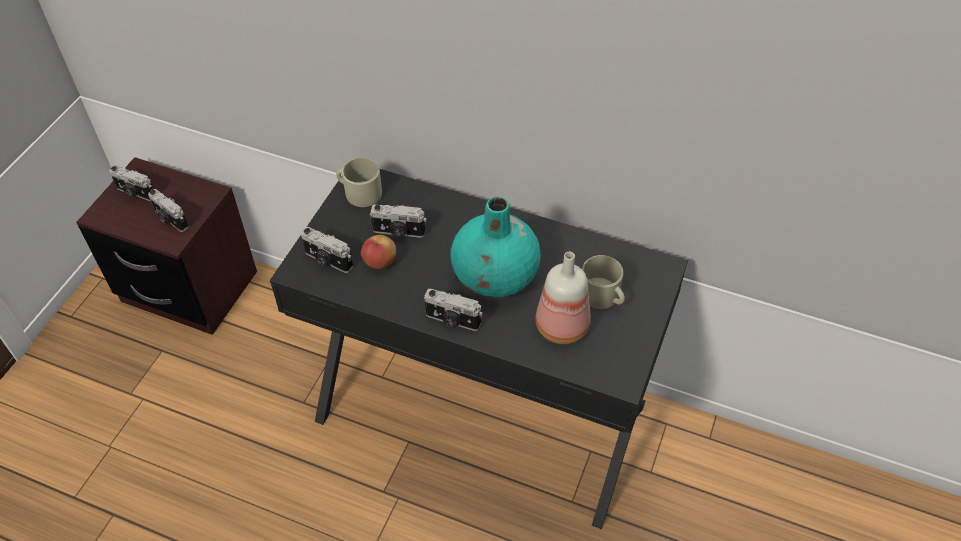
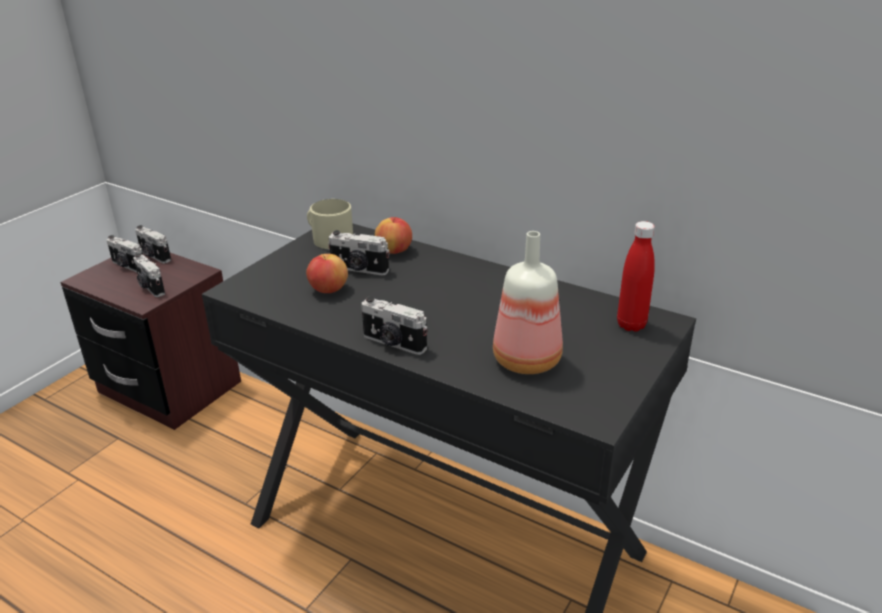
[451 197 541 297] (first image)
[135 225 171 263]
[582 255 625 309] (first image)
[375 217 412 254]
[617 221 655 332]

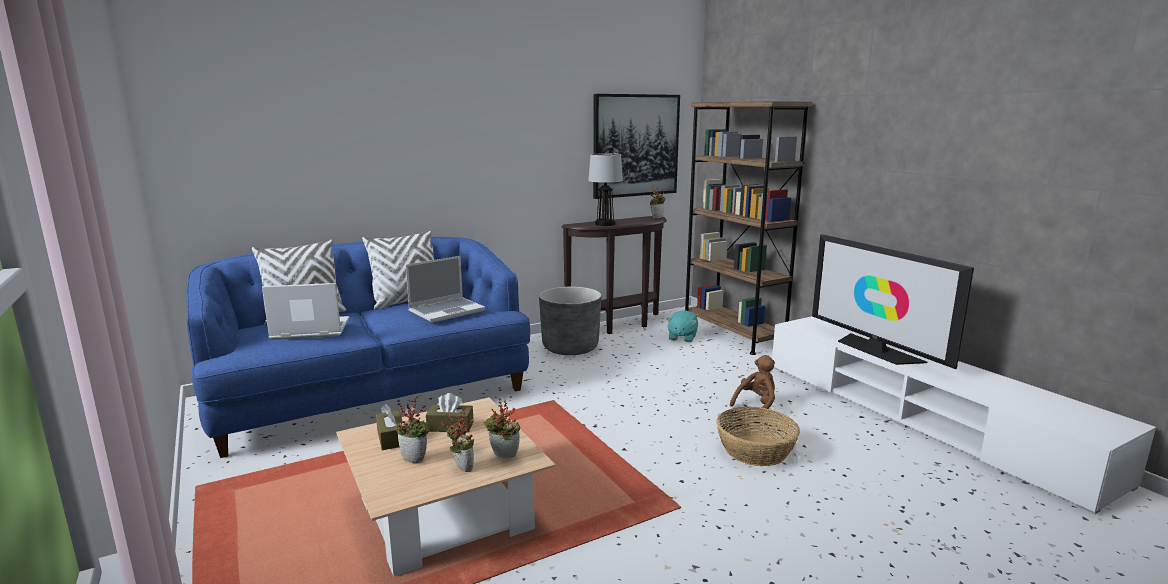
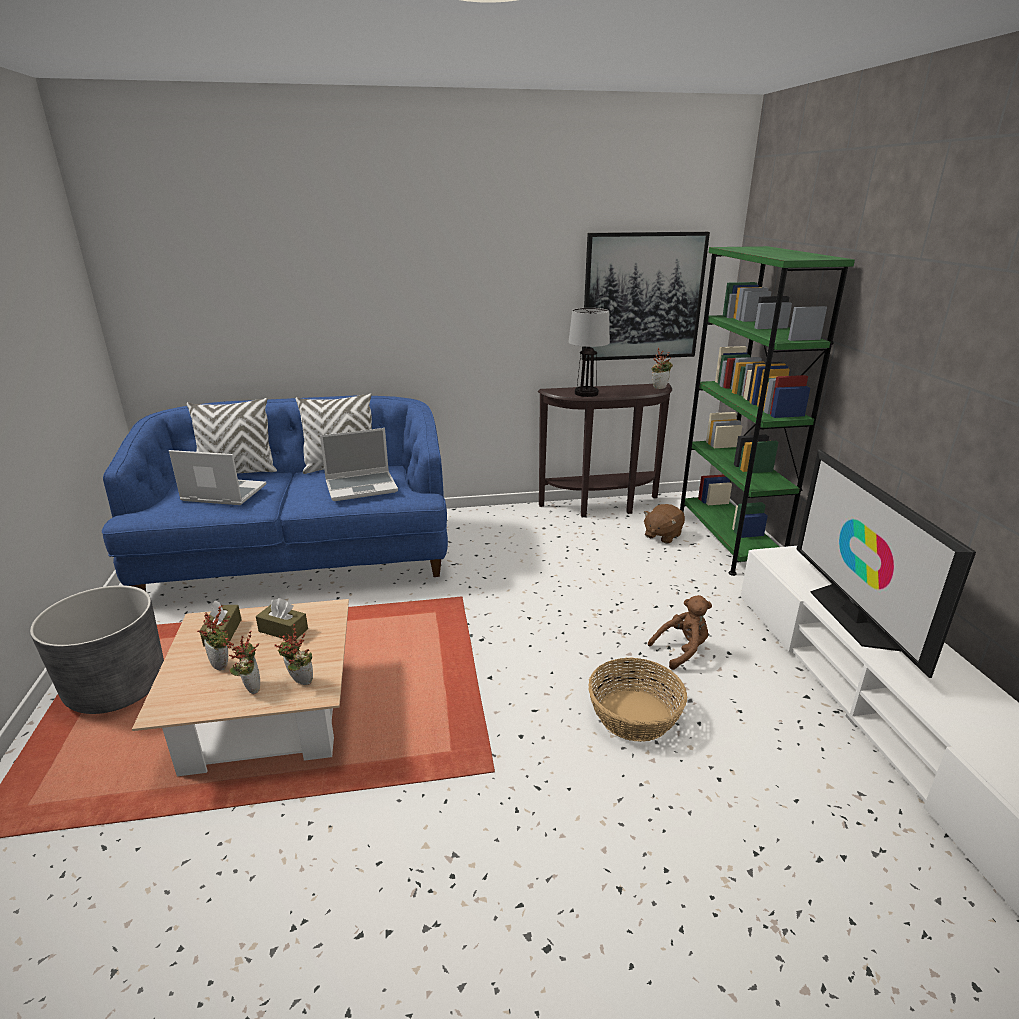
[680 246 855 576]
[30 585 164 714]
[643 504 685 544]

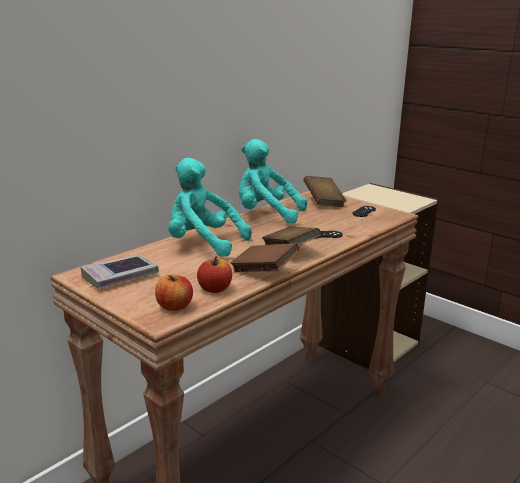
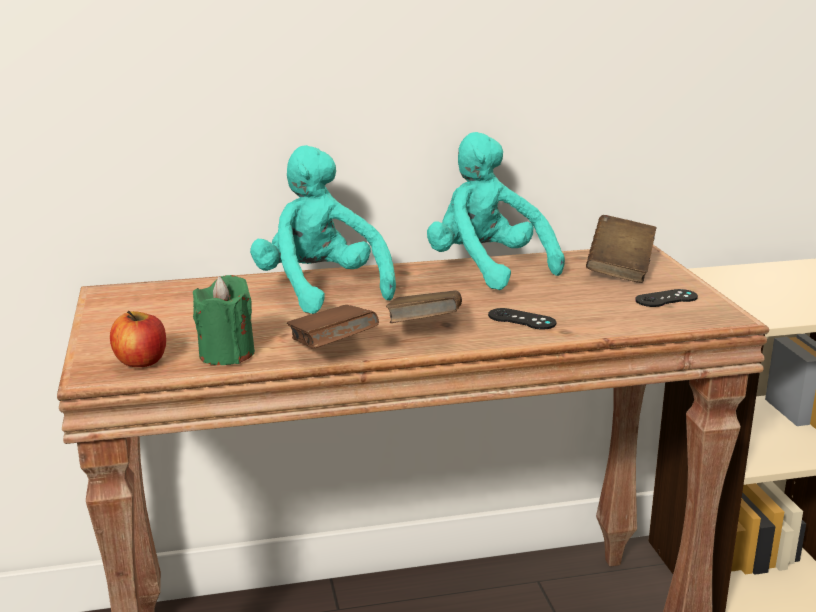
[80 254 159 289] (first image)
[193 275 255 365]

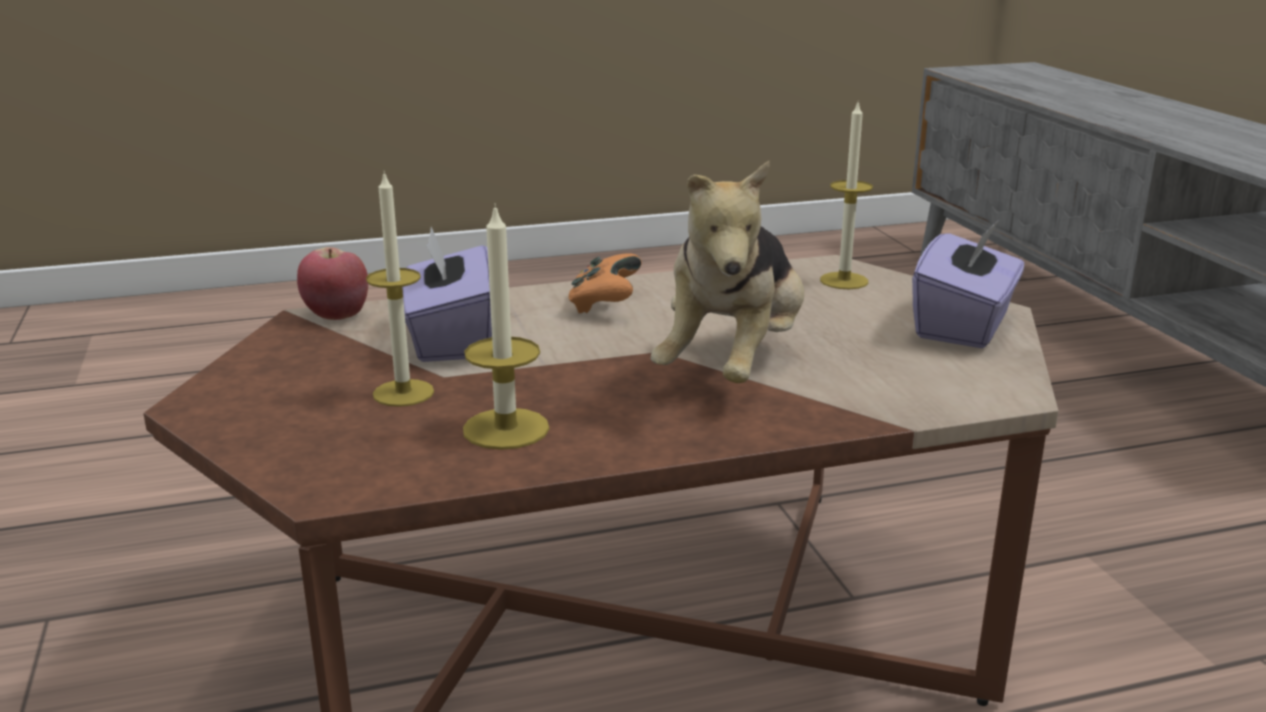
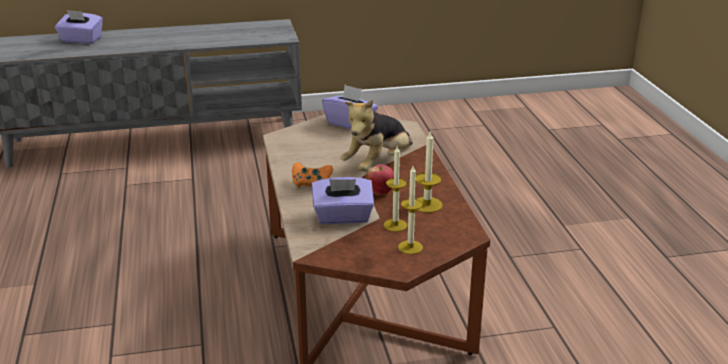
[398 166 423 254]
[340 99 413 171]
[367 164 394 196]
[55 10 103 44]

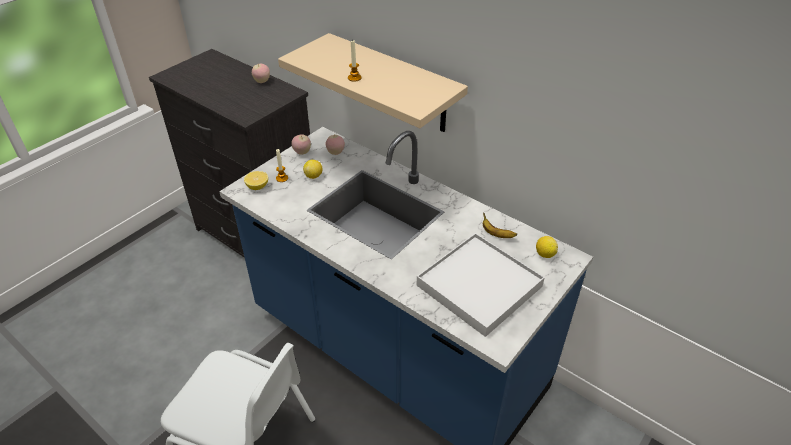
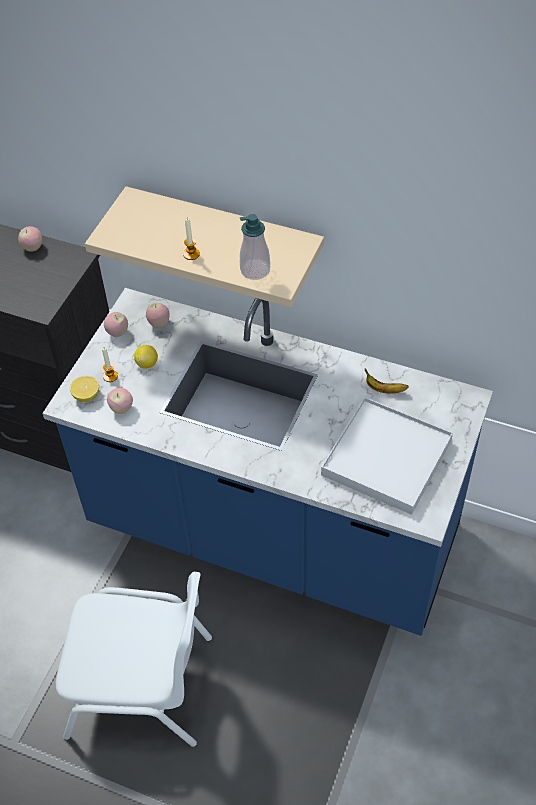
[536 236 558 258] (first image)
[240 214 270 280]
[107 388 133 414]

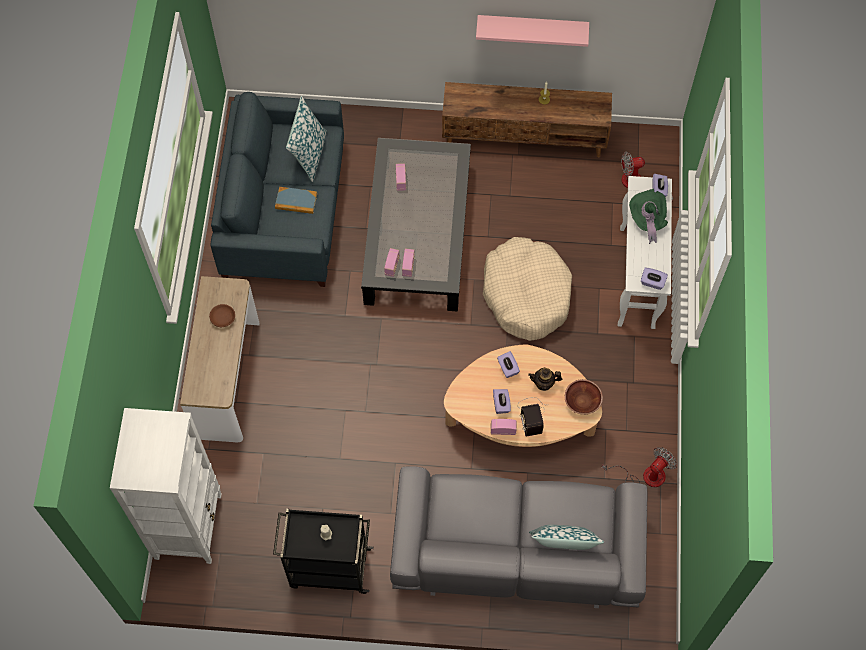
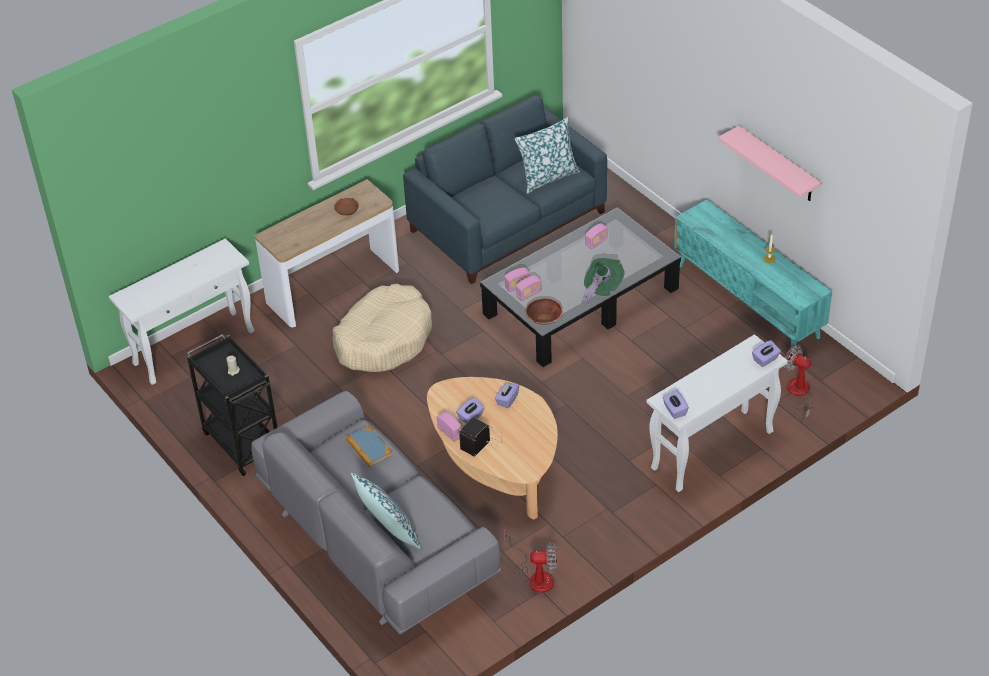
[674 200 832 351]
[346 426 392 467]
[582 258 625 305]
[333 284 432 372]
[528 368 562 391] (first image)
[525 298 563 324]
[109 238 254 385]

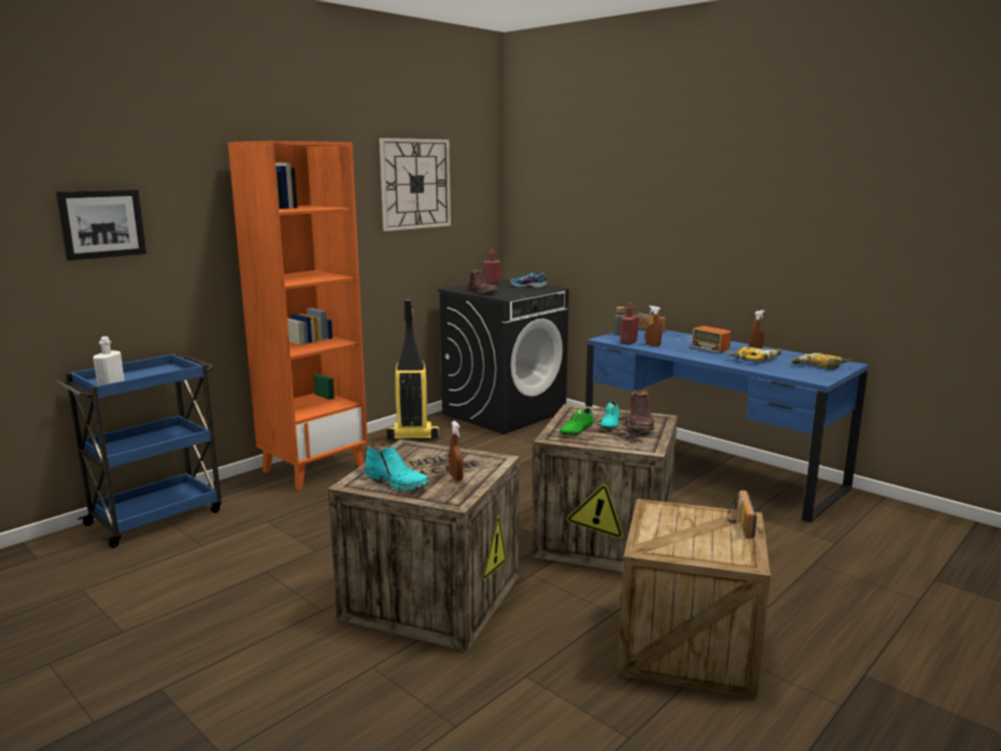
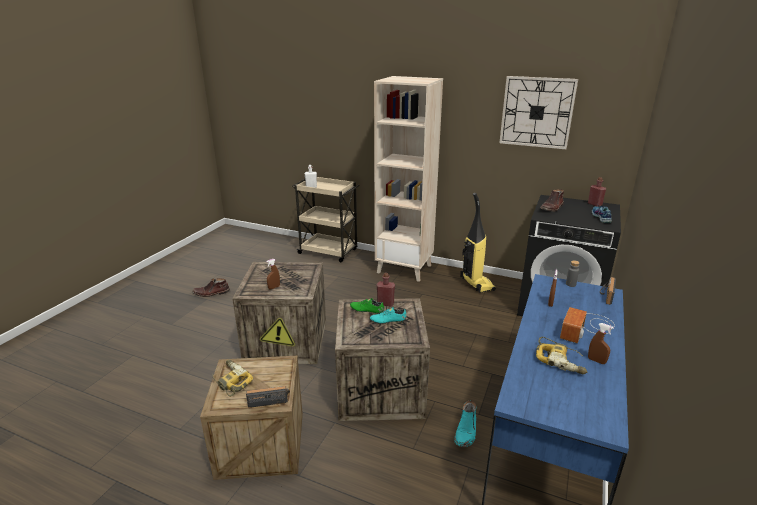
[374 76 443 282]
[56 189 146 261] (first image)
[377 273 395 307]
[292 177 360 262]
[212 360 253 397]
[192 278 230 297]
[454 400 476 447]

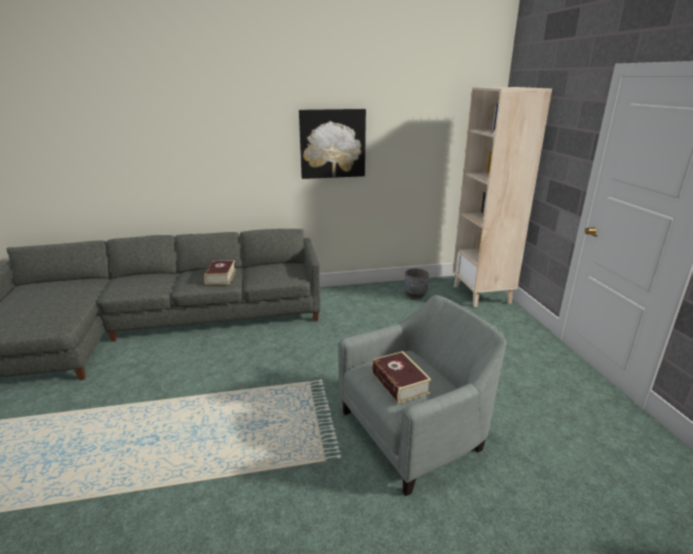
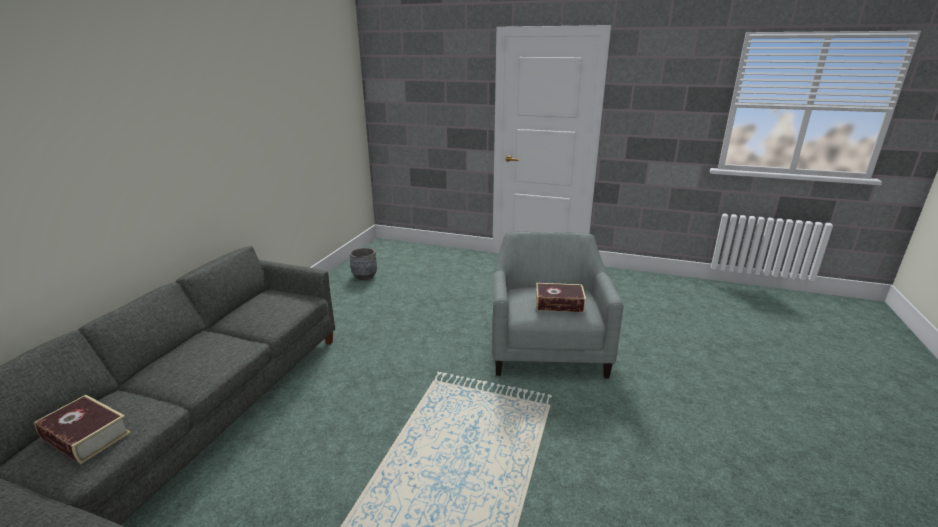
[453 87 552 307] (first image)
[299 109 366 179] (first image)
[34 395 131 464]

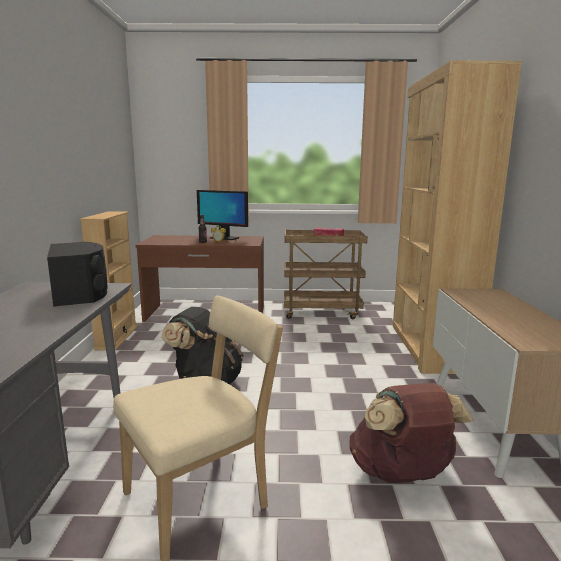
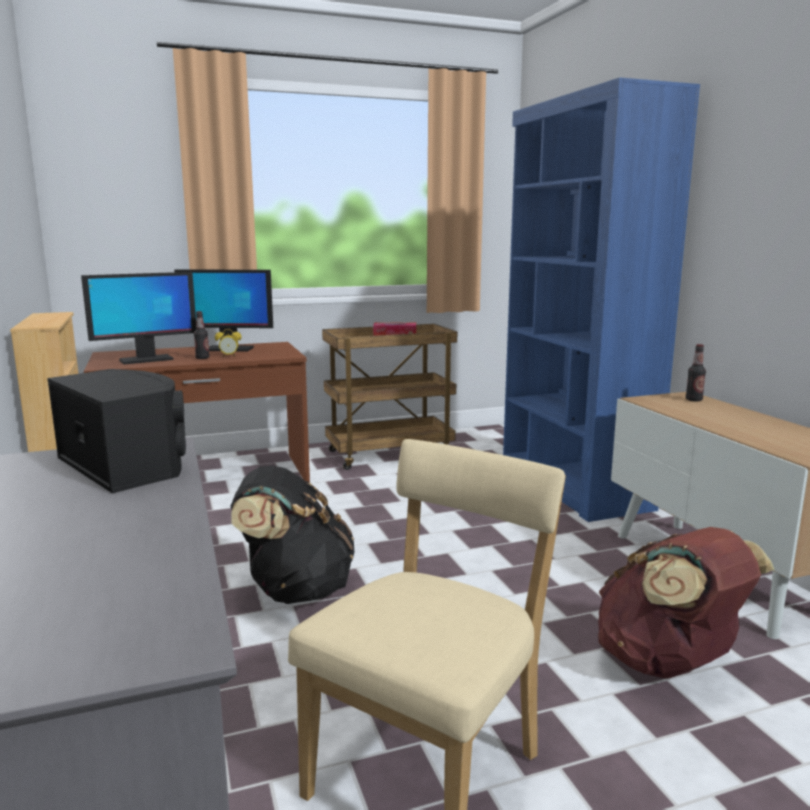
[503 78 700 522]
[81 272 196 364]
[686 344 706 401]

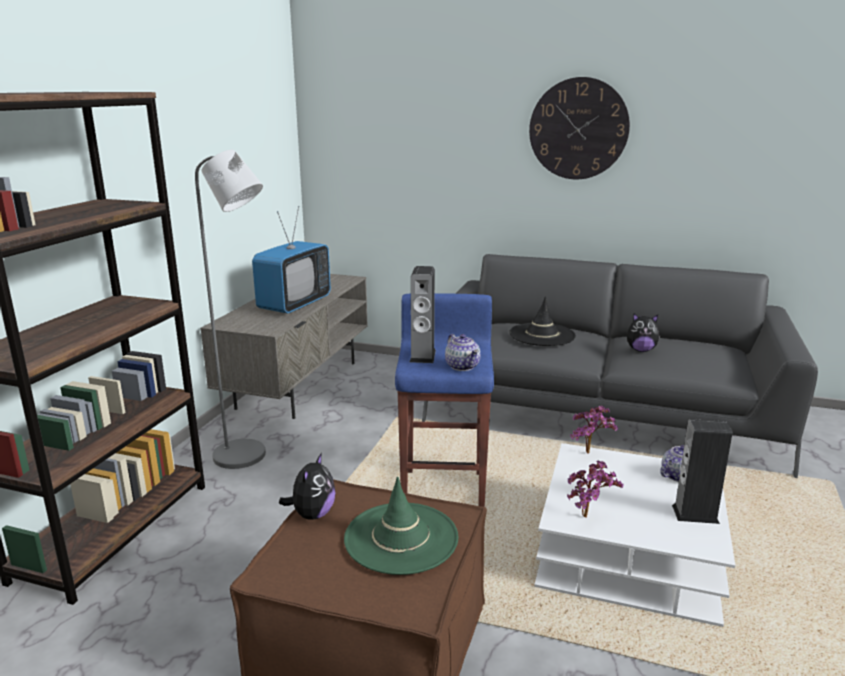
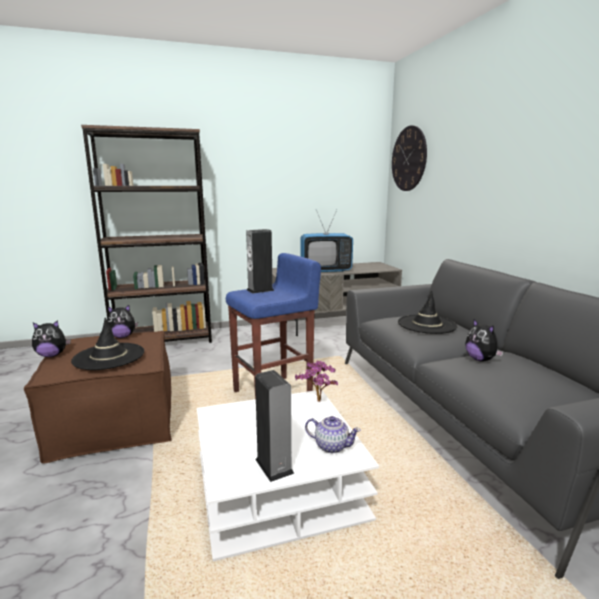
[392 125 427 191]
[195 150 266 469] (first image)
[445 334 480 371] (first image)
[567 460 623 518] (first image)
[71 318 144 370]
[32 320 71 357]

